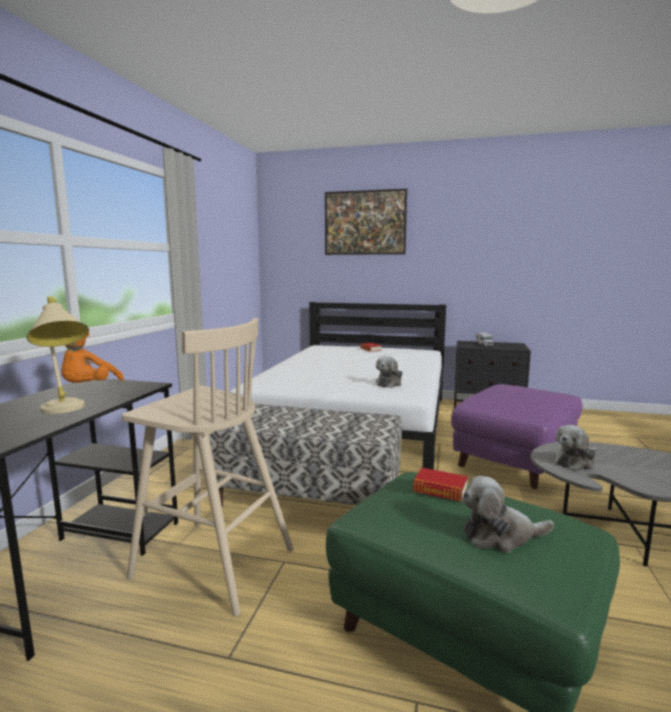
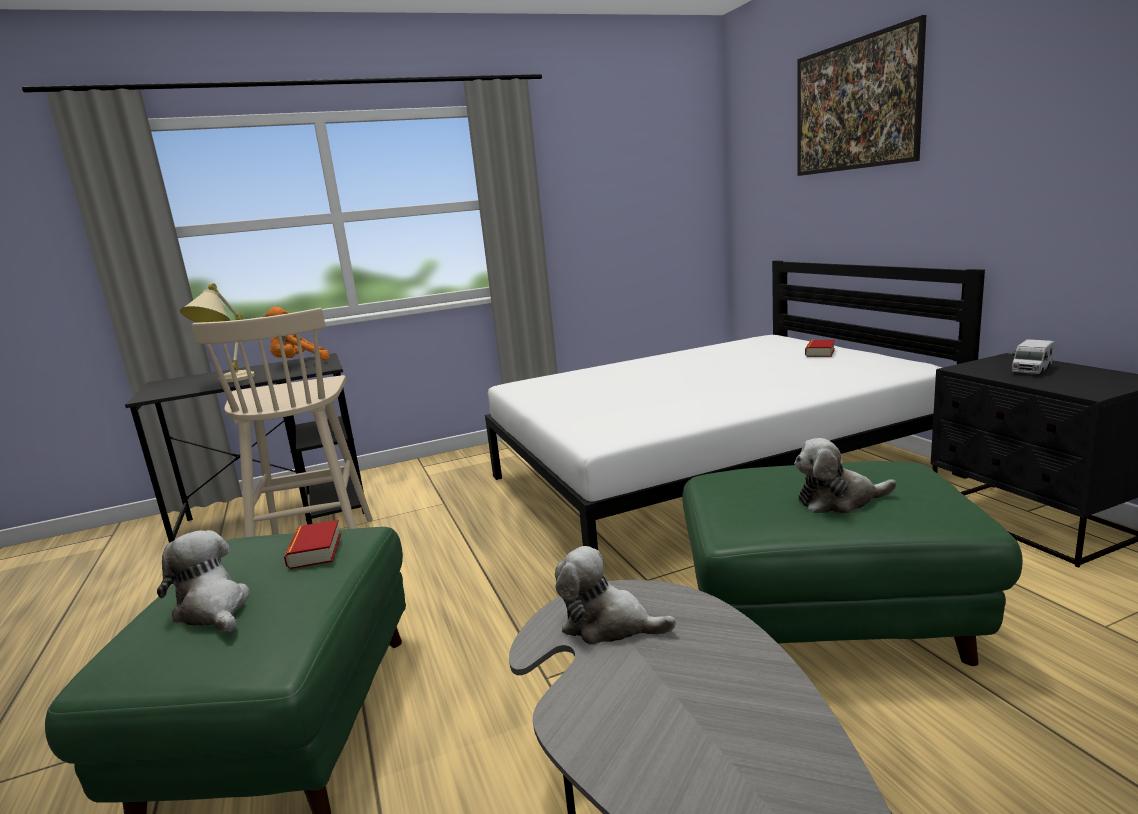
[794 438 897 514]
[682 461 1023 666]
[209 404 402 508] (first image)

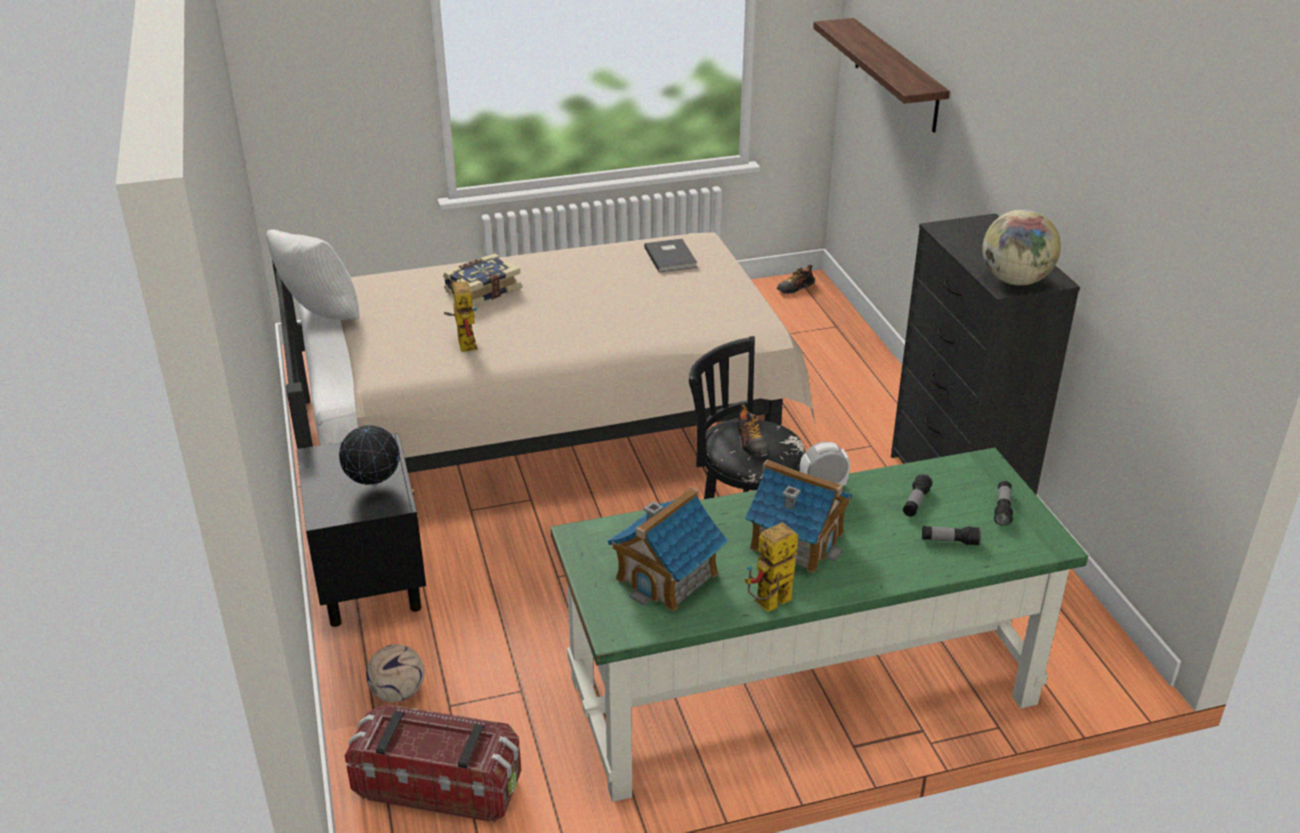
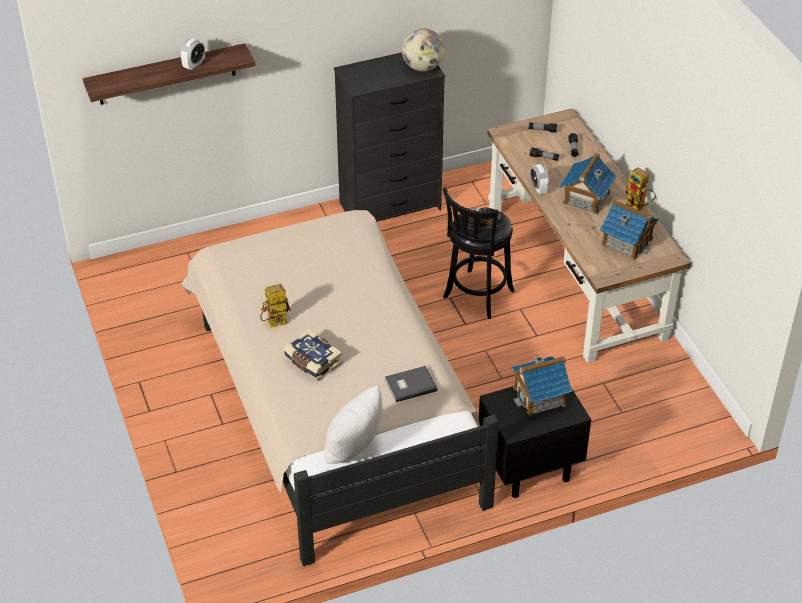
[385 366 438 402]
[776 265 815 294] (first image)
[260 284 291 328]
[512 356 572 416]
[487 108 691 363]
[366 644 424 702] (first image)
[344 704 522 823] (first image)
[181 38 205 70]

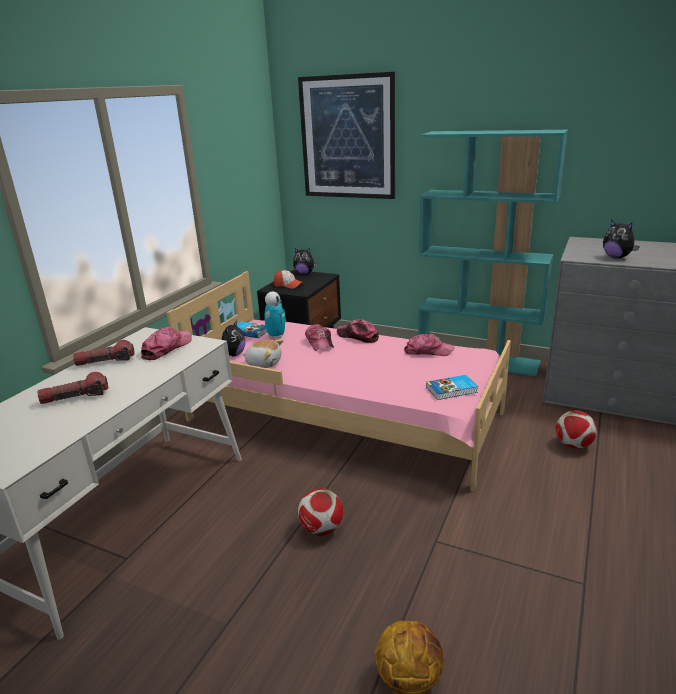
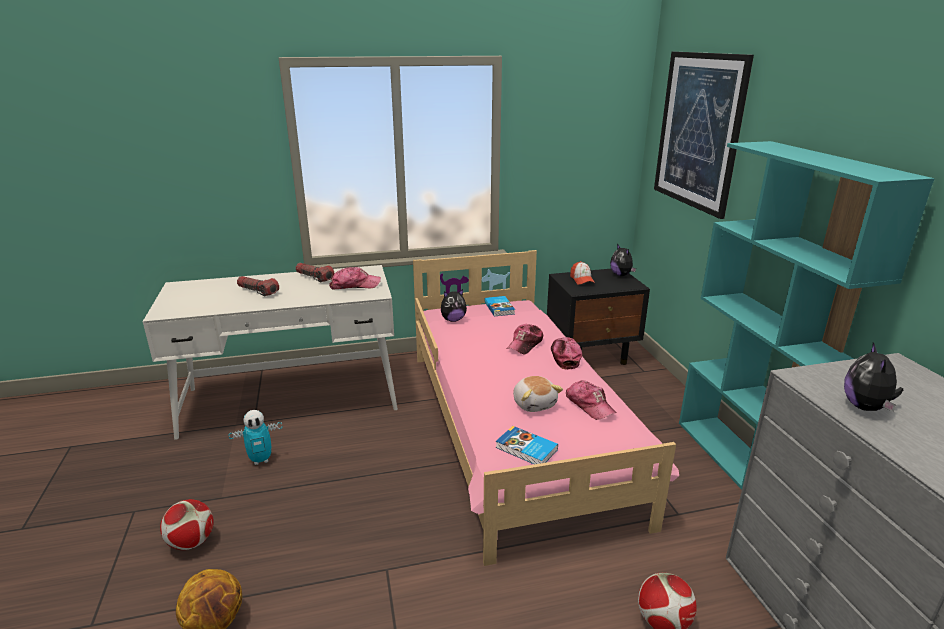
[228 410 283 465]
[513 376 563 412]
[160 499 214 550]

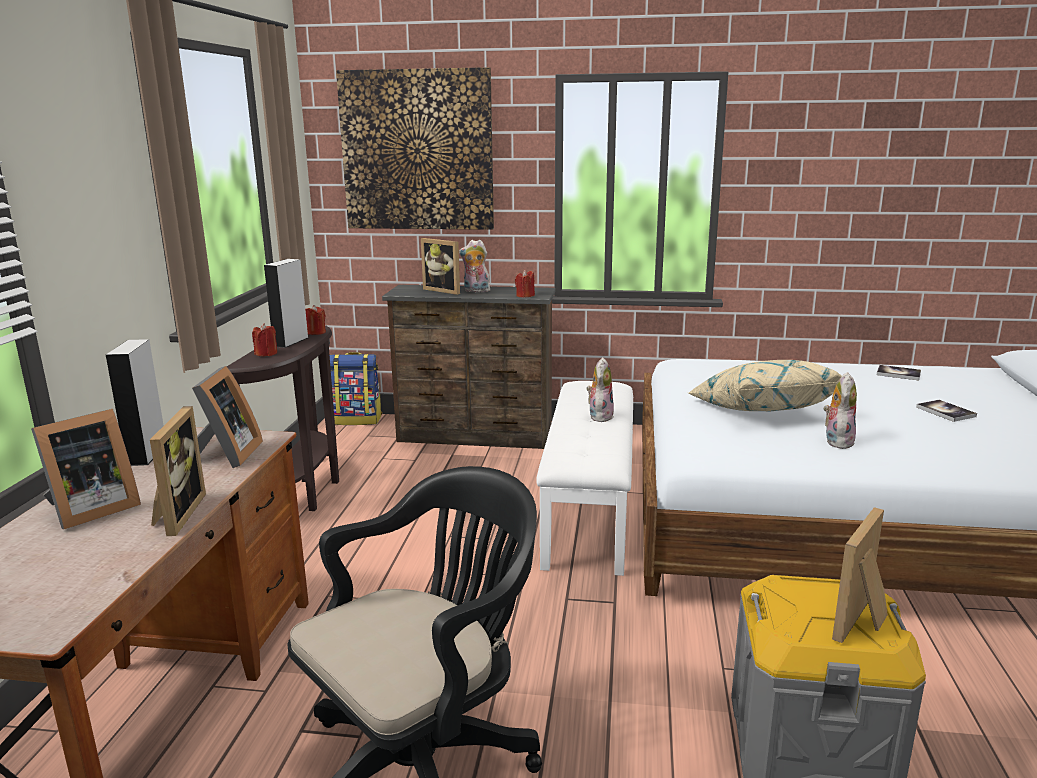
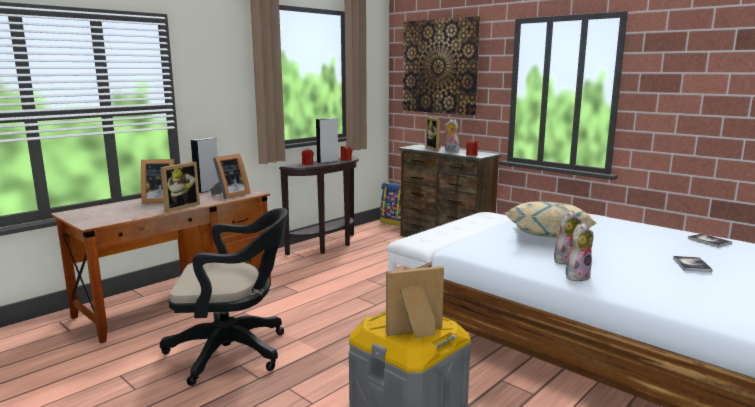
[566 223 593 281]

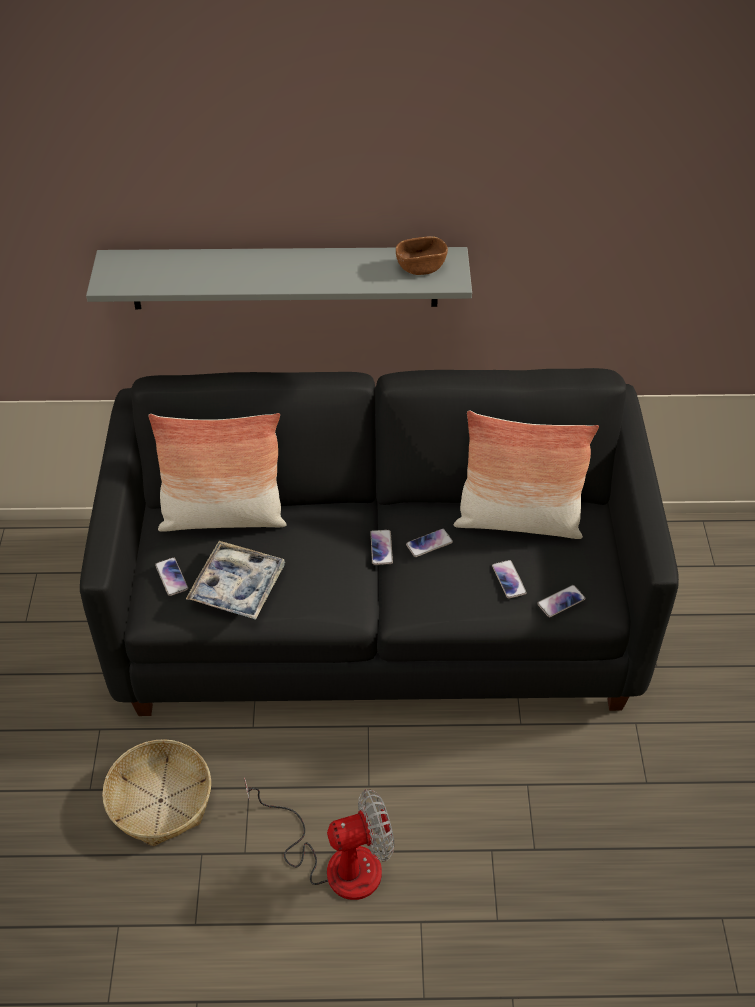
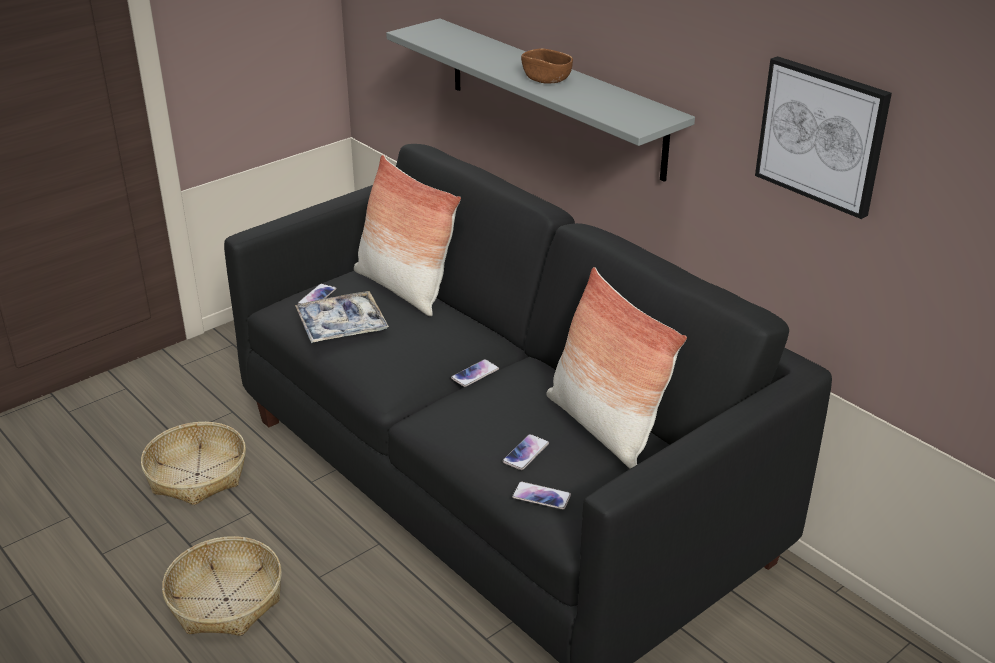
[521 48 573 84]
[406 529 453 557] (first image)
[162 536 282 636]
[755 56 892 219]

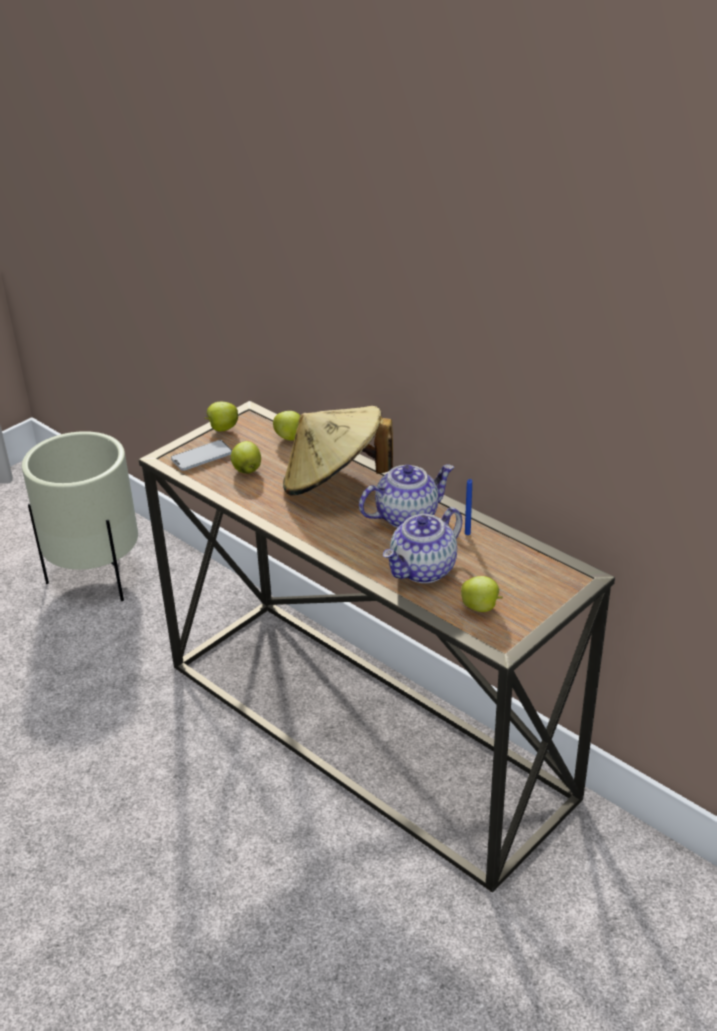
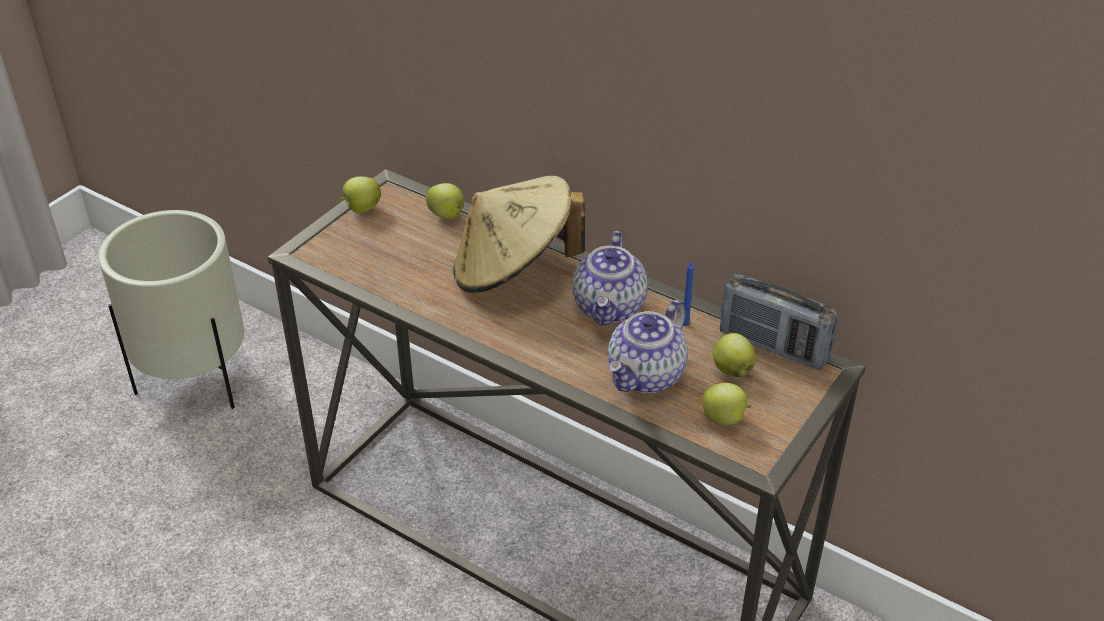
[171 440 232 471] (first image)
[713 333 756 377]
[573 231 648 326]
[720 273 839 369]

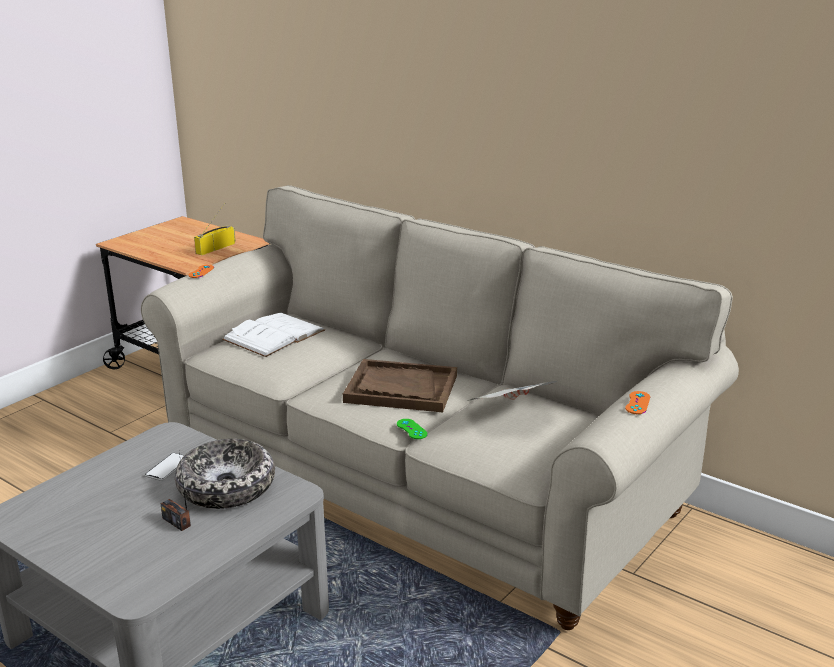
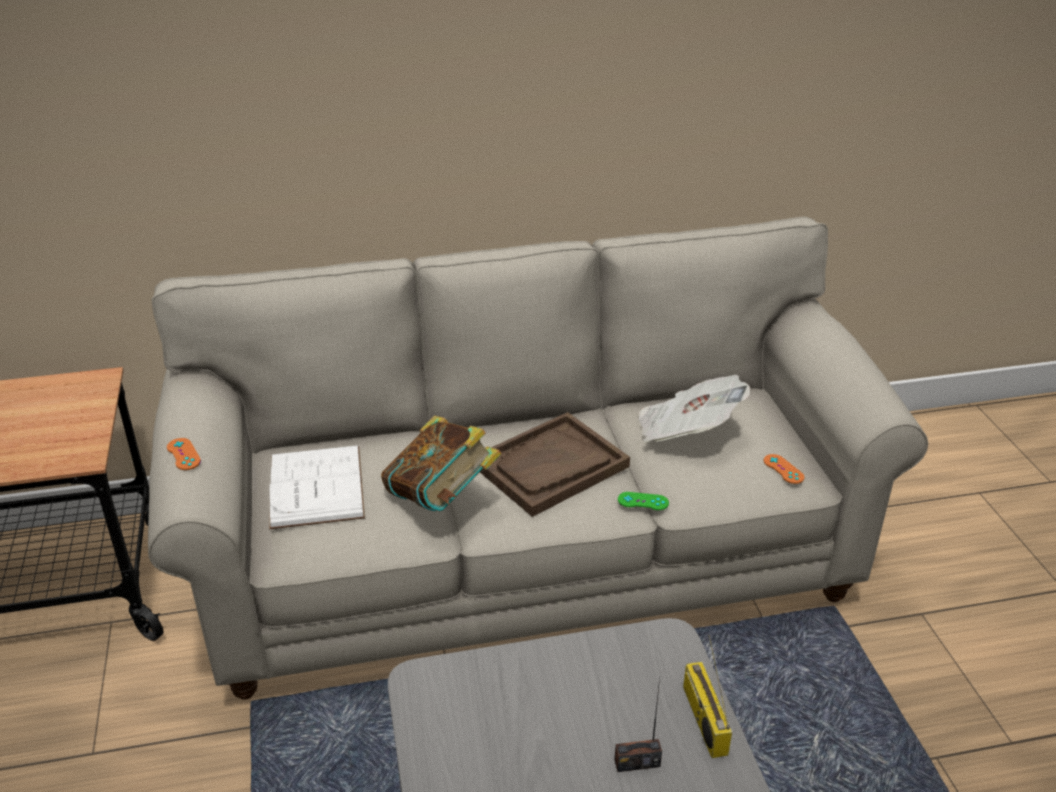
[683 635 732 758]
[764 454 805 484]
[175 439 275 509] (first image)
[145 453 185 481] (first image)
[381 416 501 511]

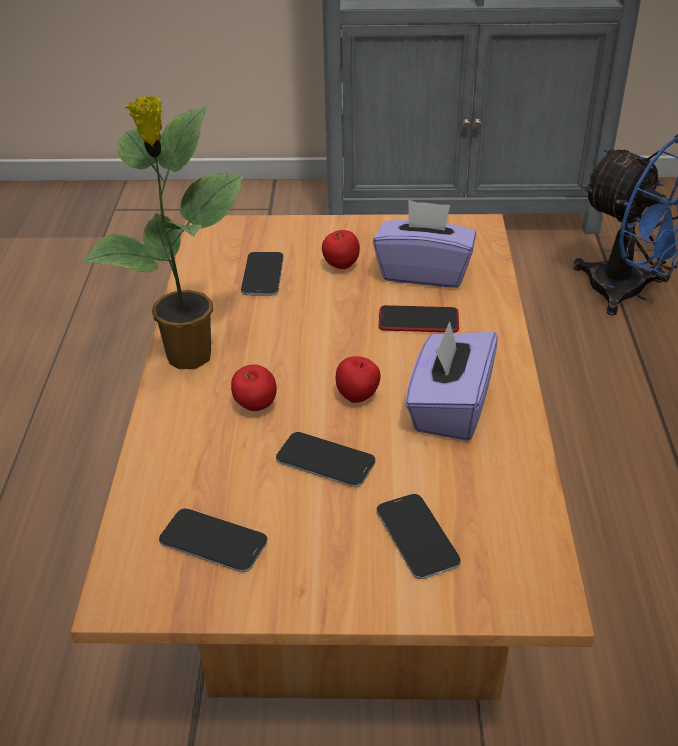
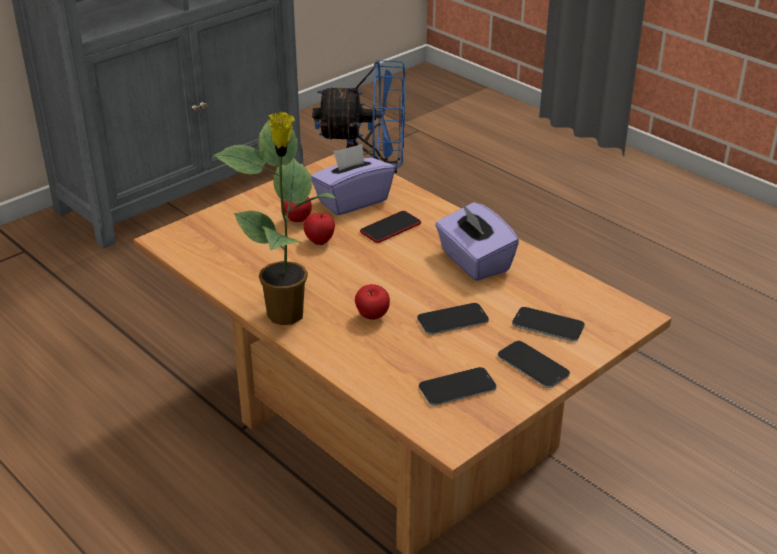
[498 341 570 388]
[304 213 335 245]

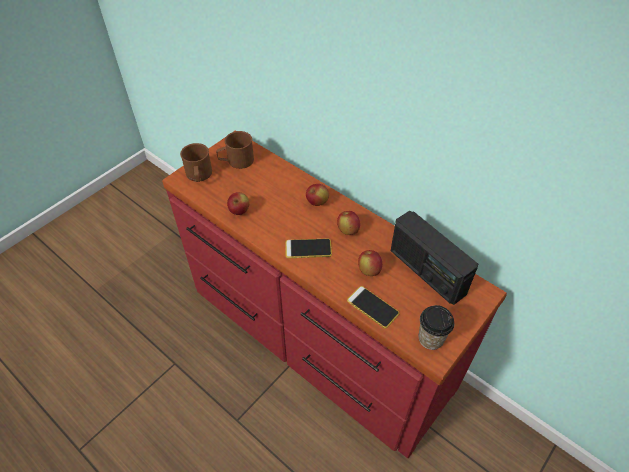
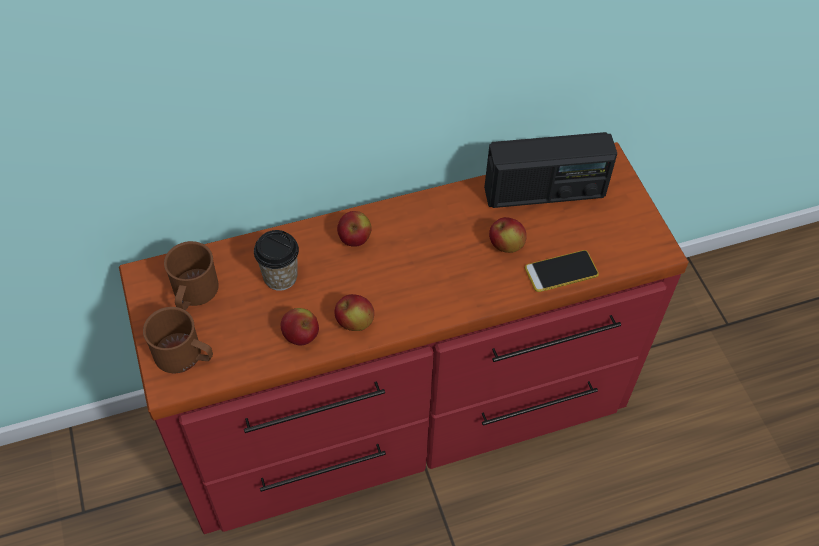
[335 294 374 331]
[285 238 332 258] (first image)
[254 230 299 291]

